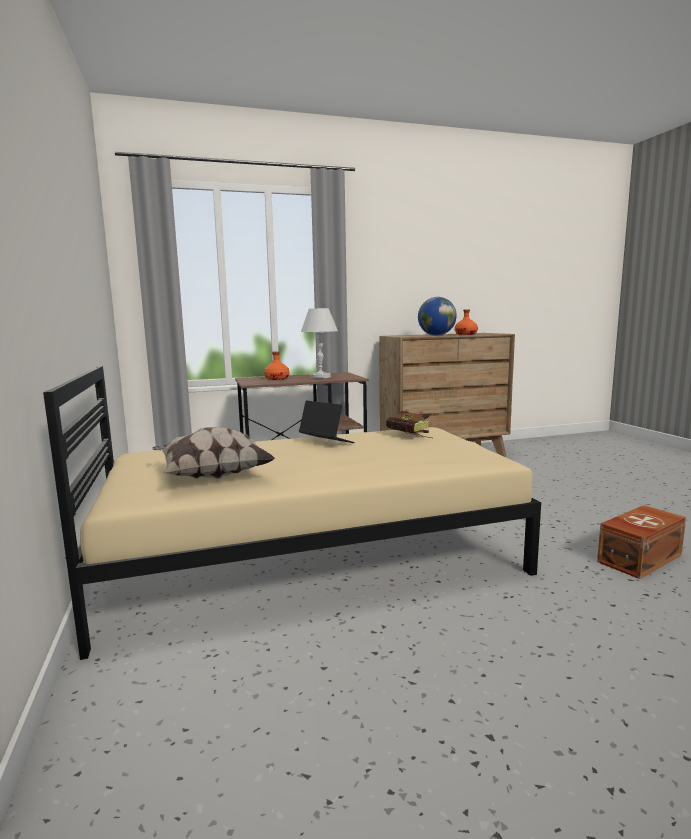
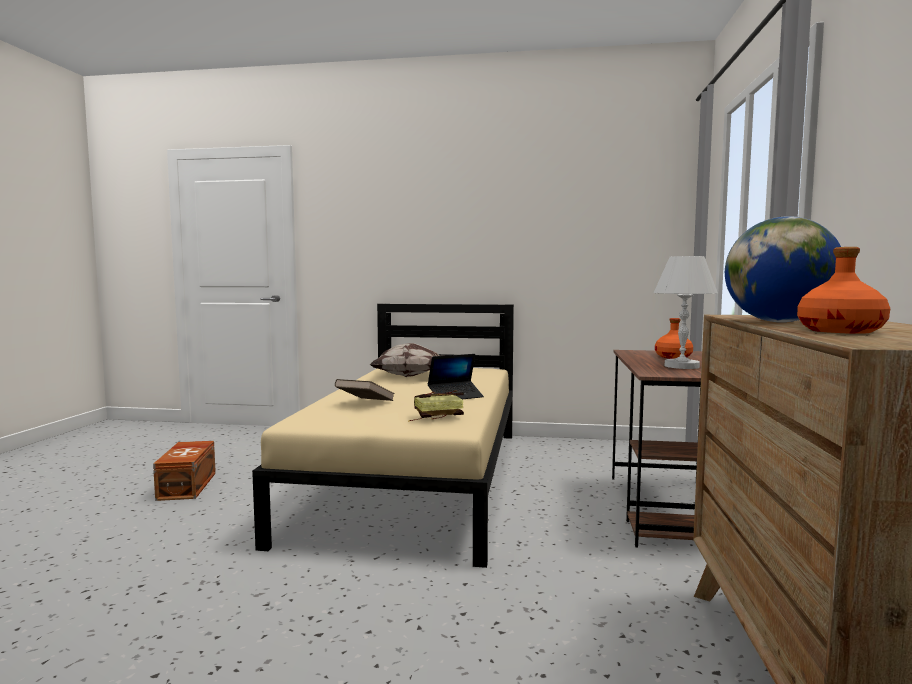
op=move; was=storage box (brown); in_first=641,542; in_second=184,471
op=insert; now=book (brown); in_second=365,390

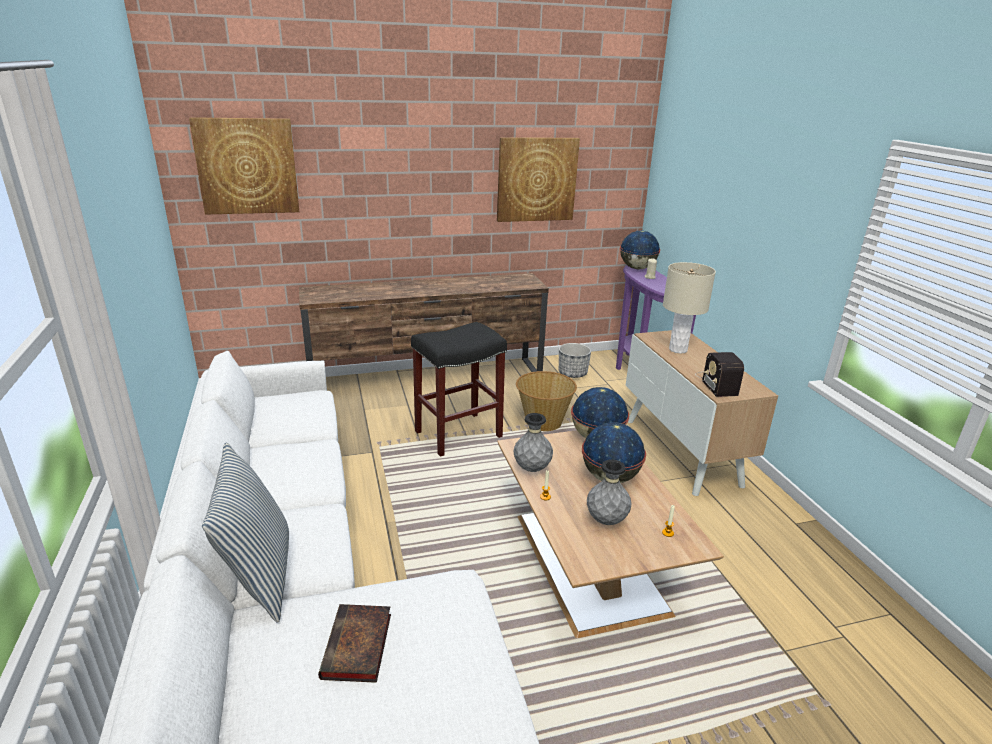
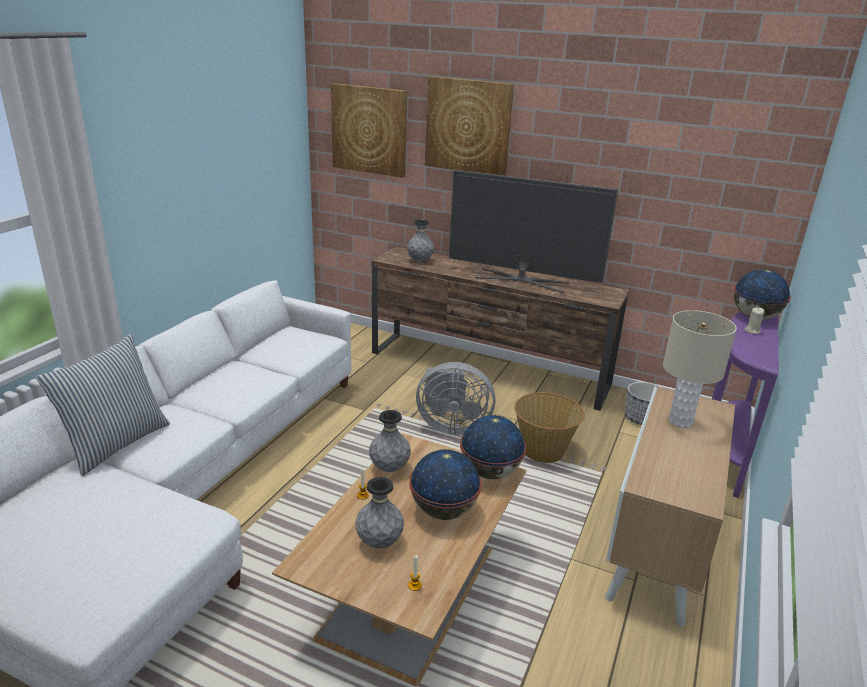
op=delete; was=book; in_first=354,643
op=replace; was=stool (black); now=fan (grey); in_first=459,389; in_second=455,398
op=move; was=picture; in_first=538,179; in_second=469,126
op=delete; was=radio; in_first=719,374
op=insert; now=vase (grey); in_second=420,241
op=insert; now=television; in_second=533,231

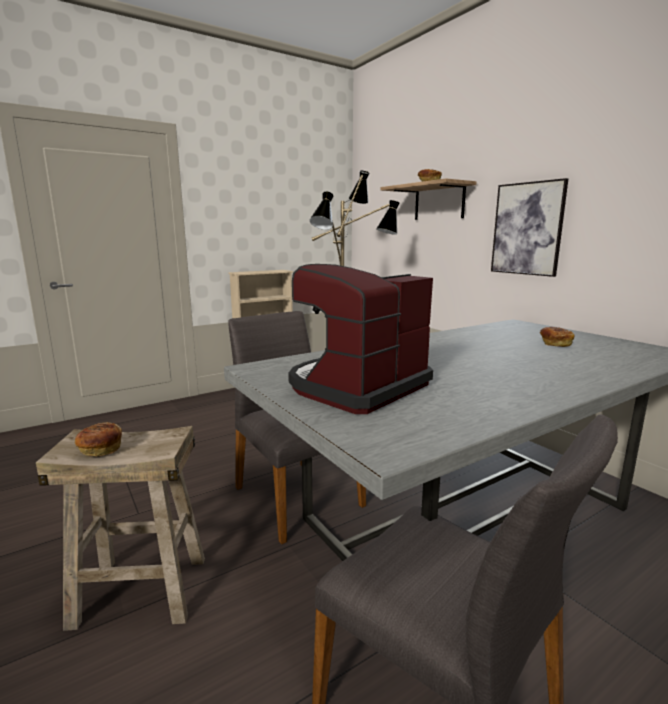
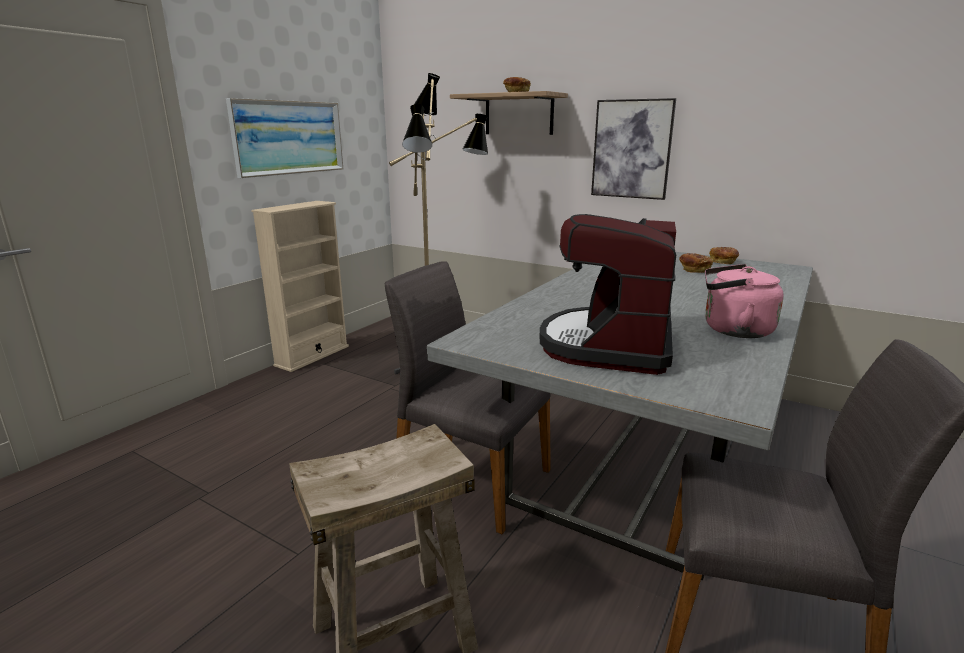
op=move; was=bread; in_first=98,439; in_second=724,255
op=insert; now=picture; in_second=284,138
op=insert; now=kettle (pink); in_second=744,301

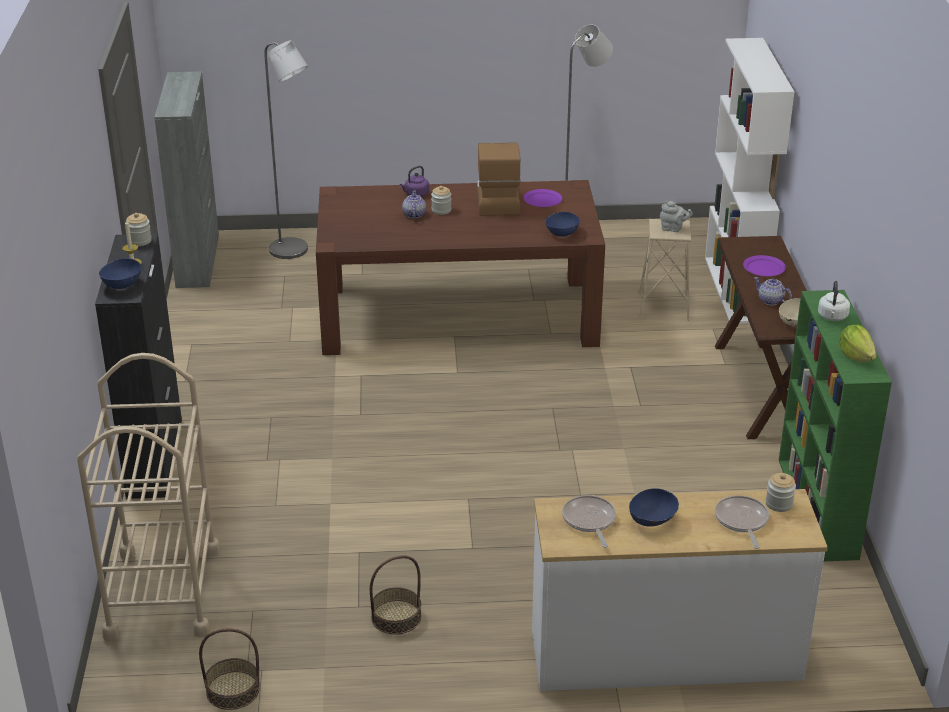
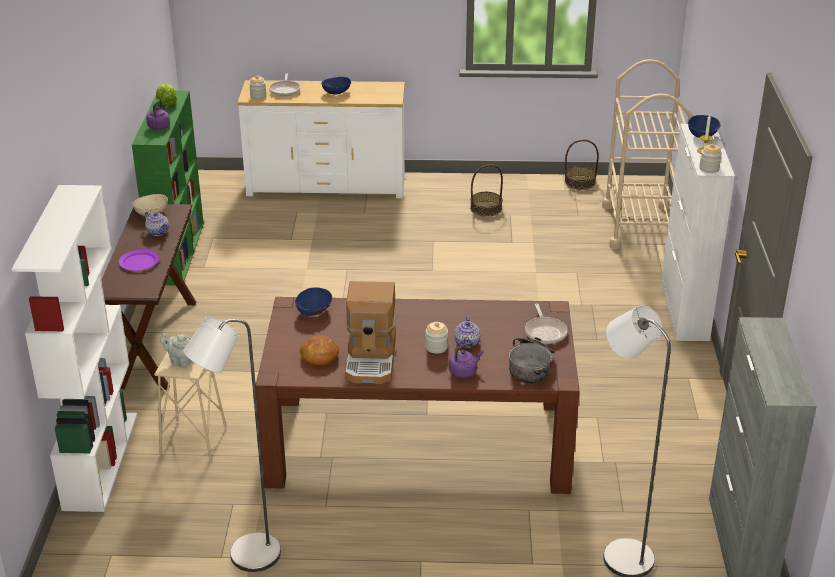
op=recolor; was=cabinet (black); now=cabinet (white); in_first=138,366; in_second=698,232
op=replace; was=plate (purple); now=bread; in_first=542,198; in_second=319,350
op=move; was=frying pan; in_first=589,521; in_second=546,323
op=recolor; was=kettle (white); now=kettle (purple); in_first=834,301; in_second=158,115
op=insert; now=cooking pot; in_second=532,360

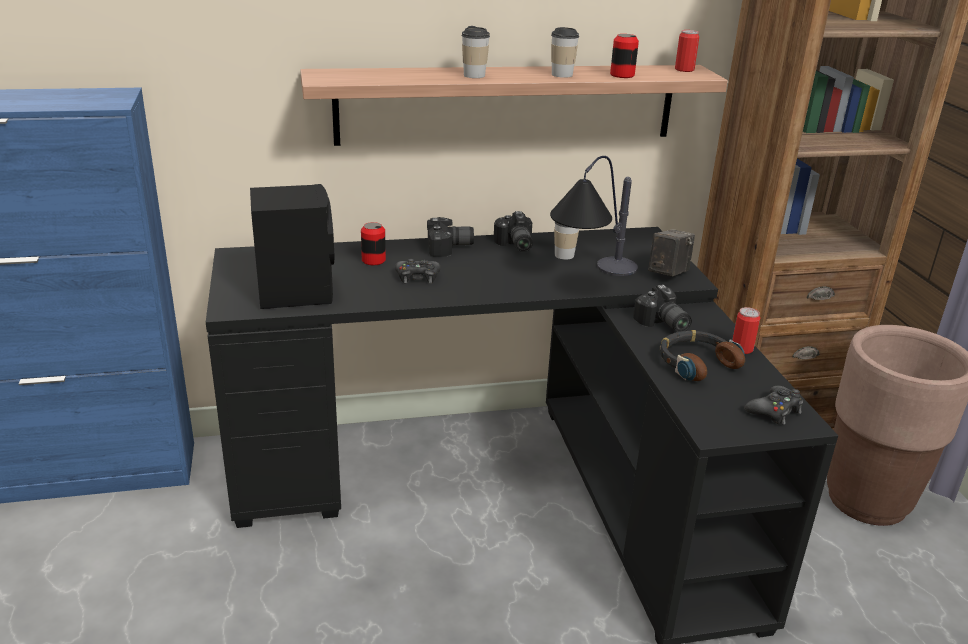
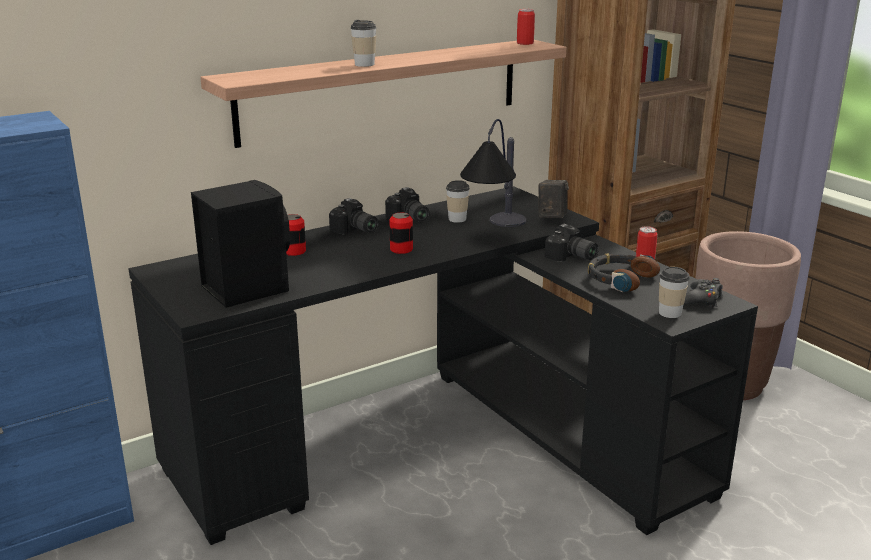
op=delete; was=game controller (black); in_first=417,271
op=rotate; was=photo camera; in_first=450,237; in_second=354,216; clockwise=75
op=move; was=cup; in_first=565,52; in_second=674,292
op=move; was=can; in_first=624,56; in_second=401,233

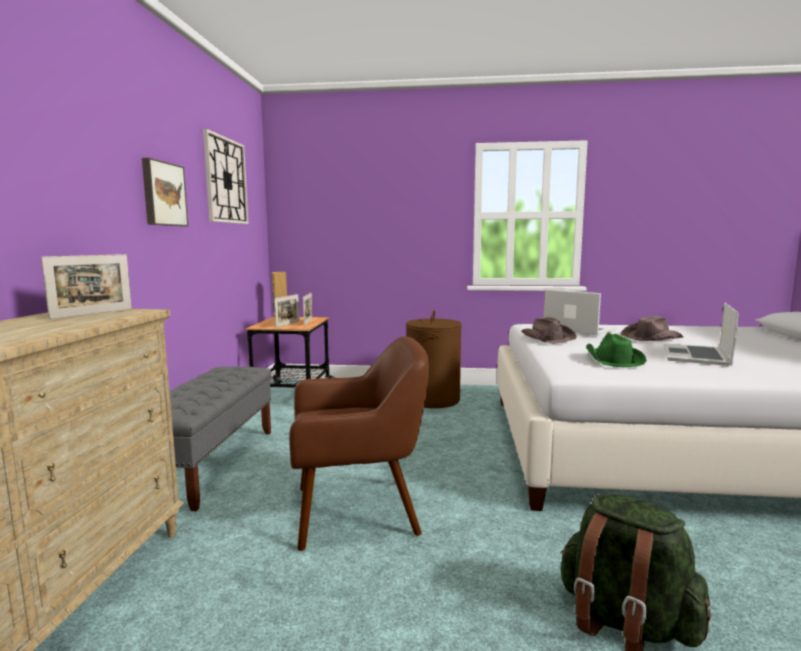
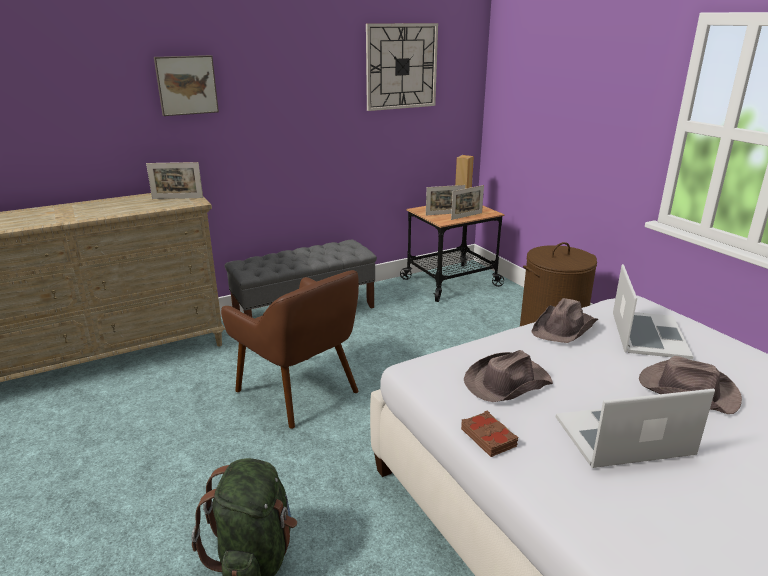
op=move; was=picture; in_first=165,192; in_second=186,85
op=recolor; was=hat (green); now=hat (brown); in_first=616,350; in_second=508,376
op=insert; now=book (brown); in_second=489,433

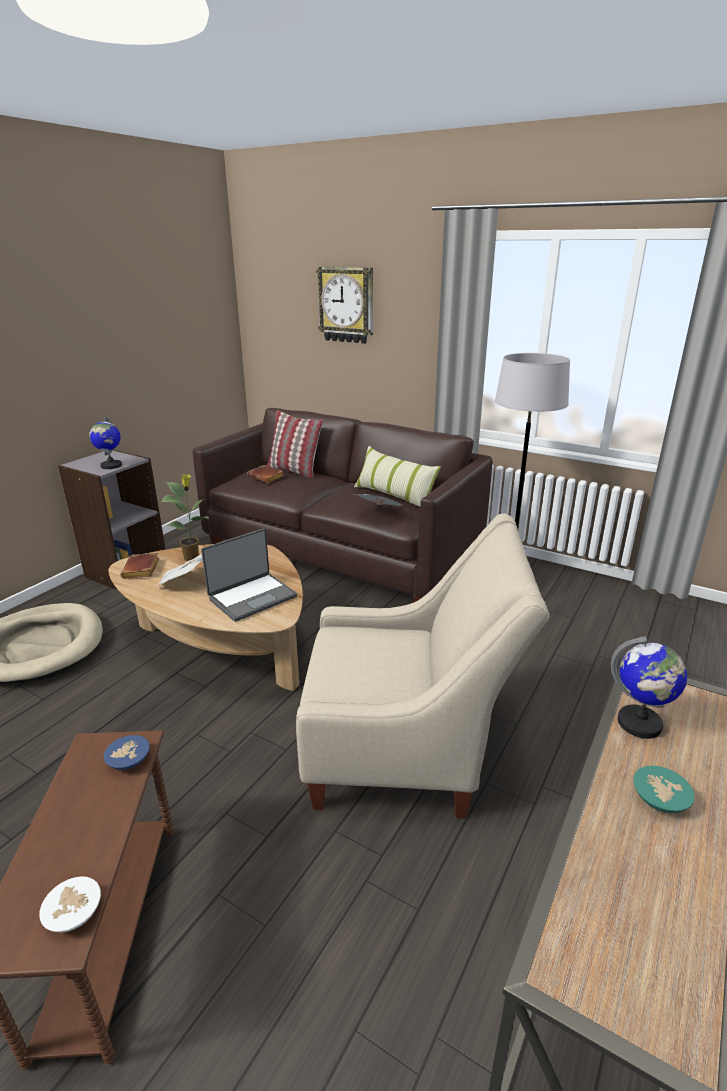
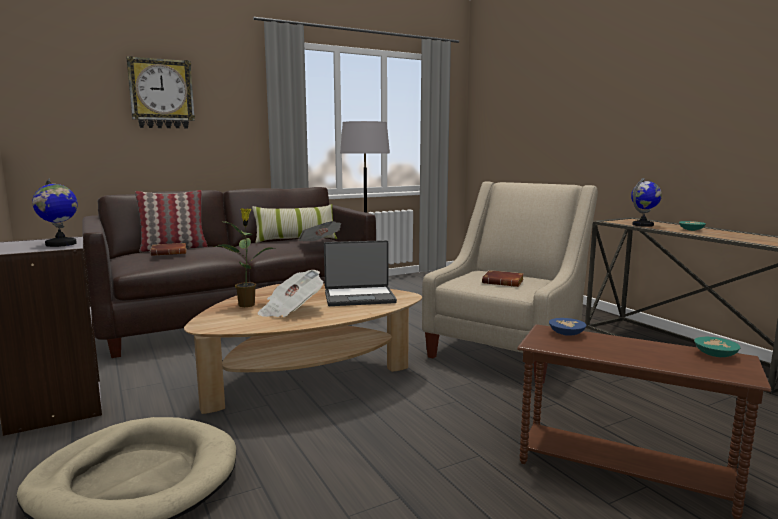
op=recolor; was=bowl (white); now=bowl (turquoise); in_first=70,904; in_second=717,347
op=move; was=book (brown); in_first=139,565; in_second=503,278
op=rotate; was=laptop; in_first=249,575; in_second=360,273; clockwise=90

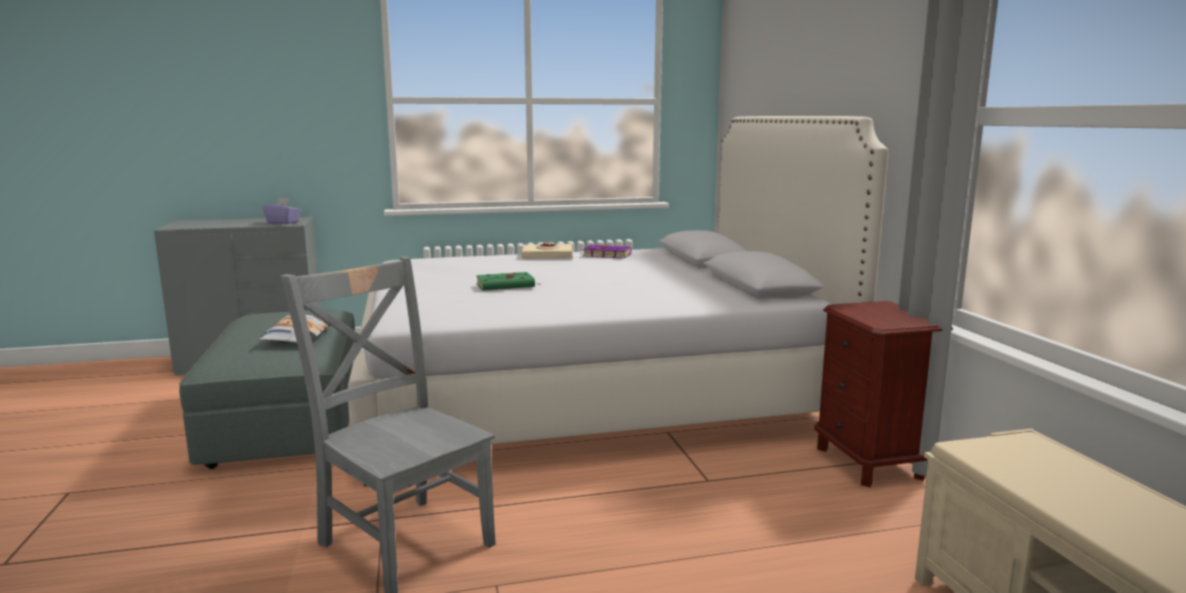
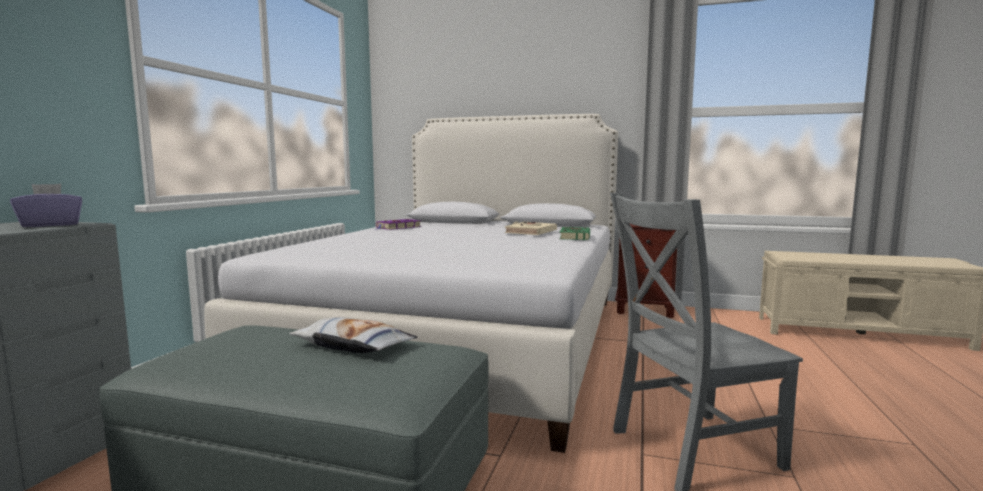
op=move; was=book (green); in_first=506,281; in_second=575,233
op=move; was=book (beige); in_first=547,250; in_second=530,228

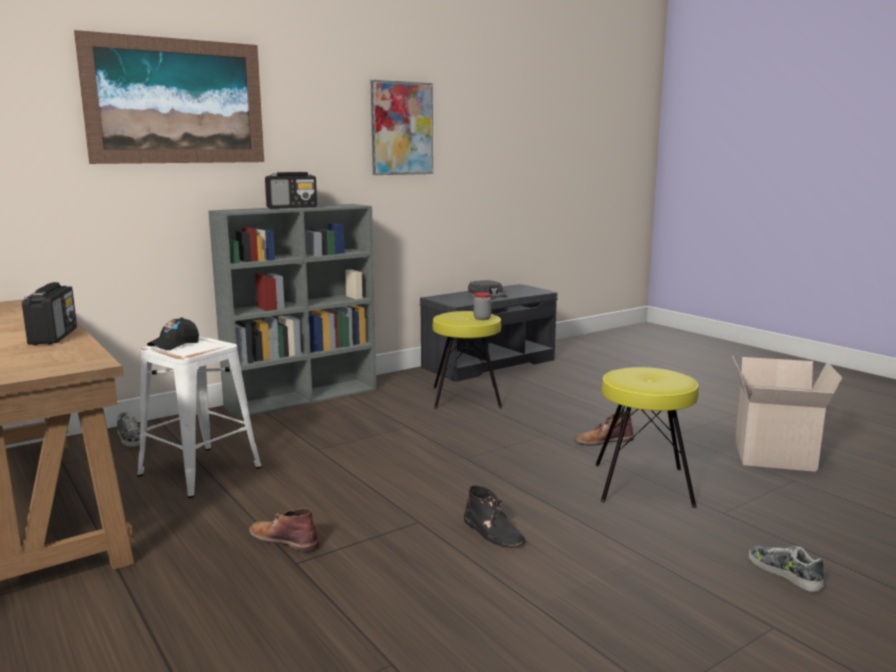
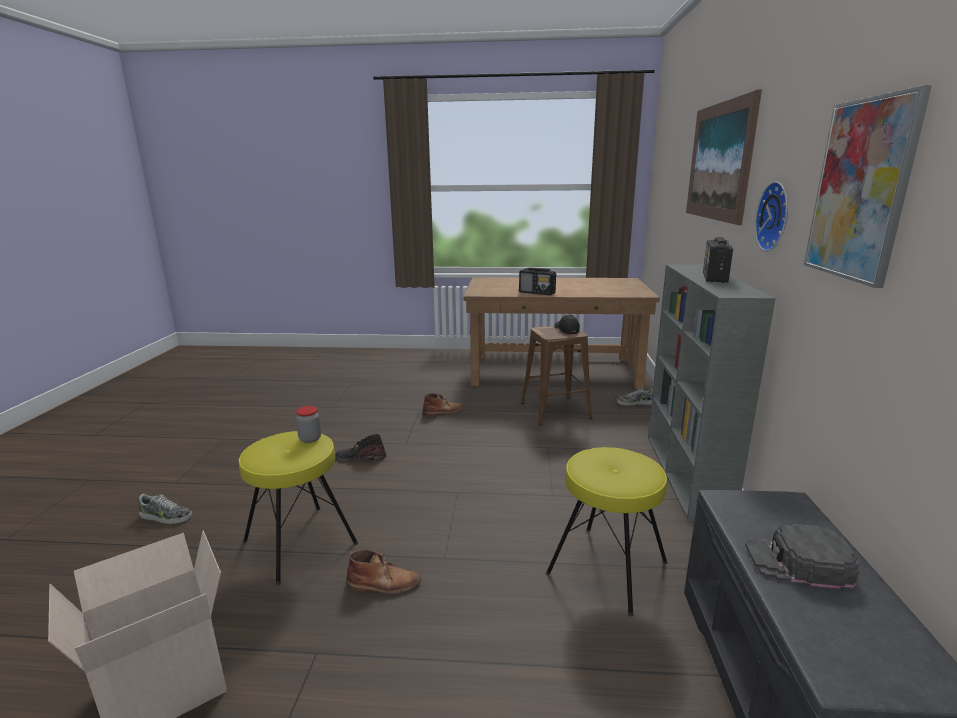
op=recolor; was=stool (white); now=stool (brown); in_first=199,417; in_second=556,376
op=move; was=jar; in_first=482,306; in_second=308,424
op=rotate; was=boot (brown); in_first=604,428; in_second=383,571; clockwise=60
op=insert; now=wall clock; in_second=771,216

